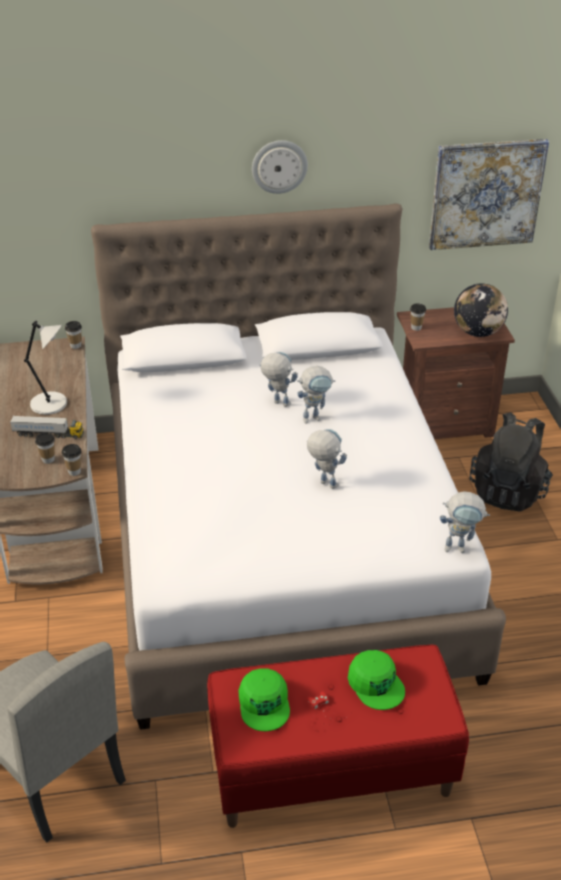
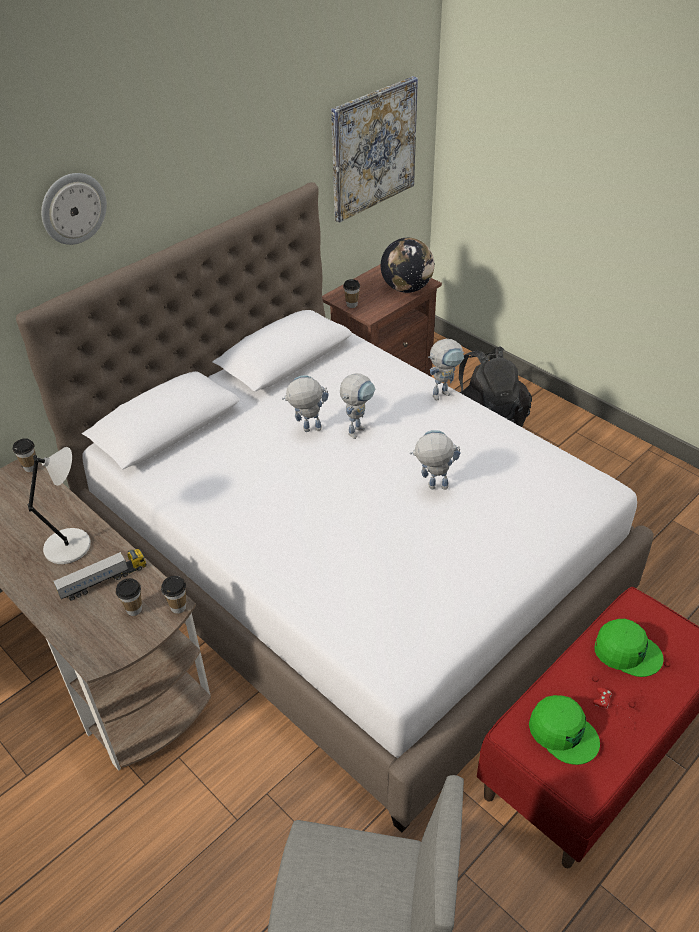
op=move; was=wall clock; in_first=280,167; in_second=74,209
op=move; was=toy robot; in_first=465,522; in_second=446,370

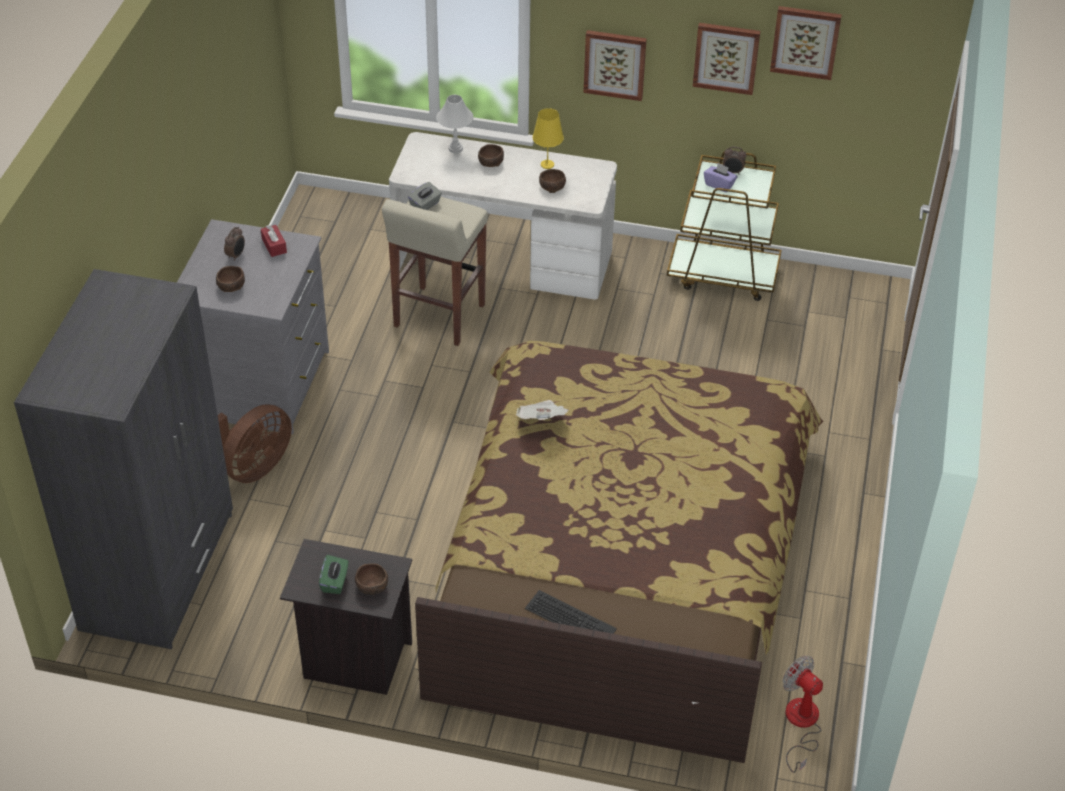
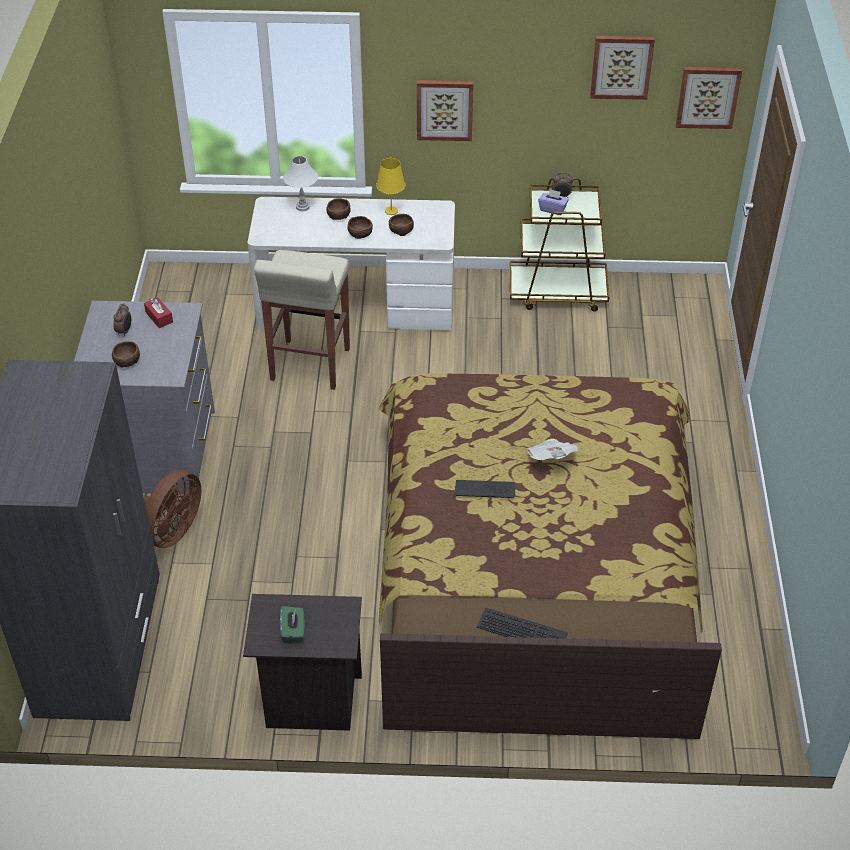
op=move; was=bowl (brown); in_first=371,579; in_second=360,227
op=delete; was=tissue box (grey); in_first=425,196
op=move; was=newspaper; in_first=542,410; in_second=552,449
op=move; was=picture; in_first=726,59; in_second=709,98
op=delete; was=fan; in_first=802,714
op=insert; now=keyboard; in_second=485,489

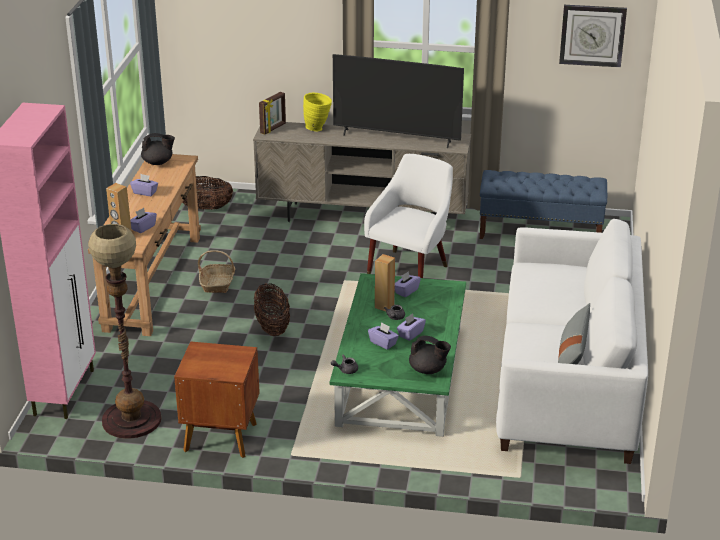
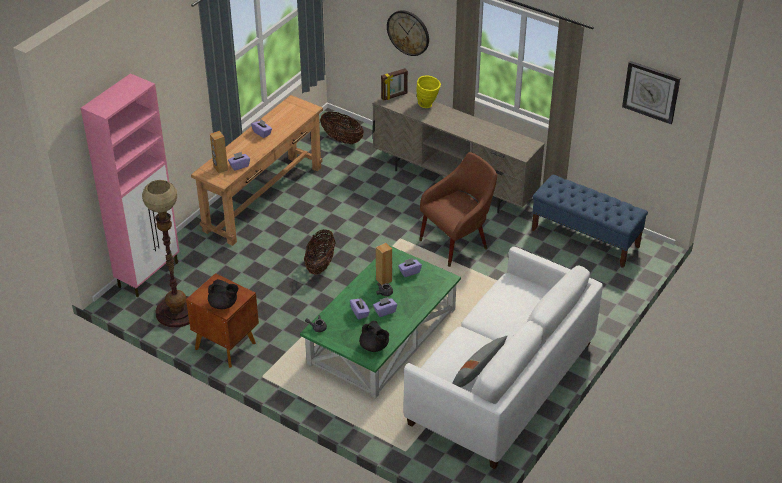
op=move; was=teapot (black); in_first=158,149; in_second=223,294
op=delete; was=basket; in_first=217,271
op=delete; was=television; in_first=398,101
op=recolor; was=armchair (white); now=armchair (brown); in_first=408,216; in_second=458,209
op=insert; now=wall clock; in_second=408,33

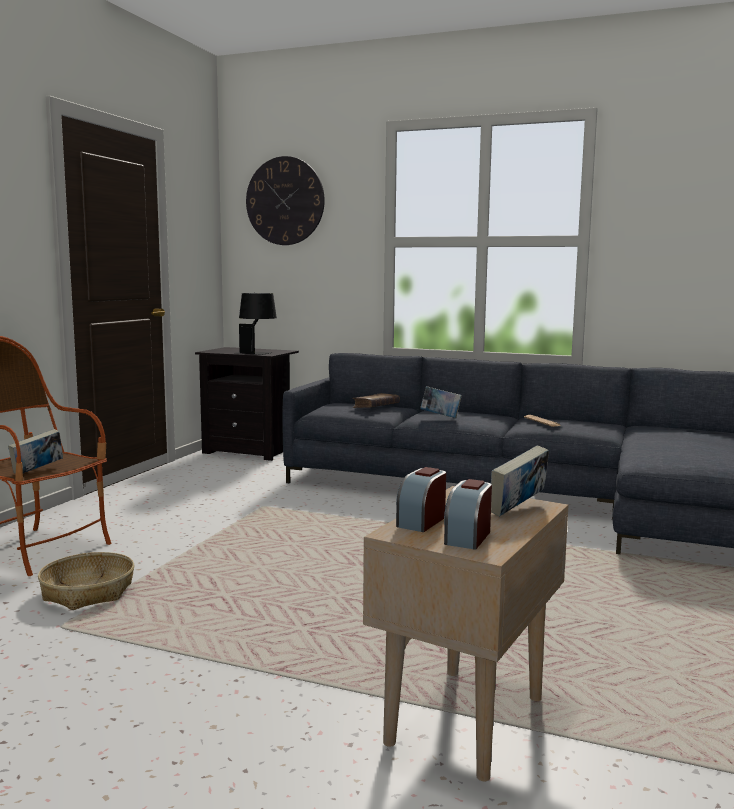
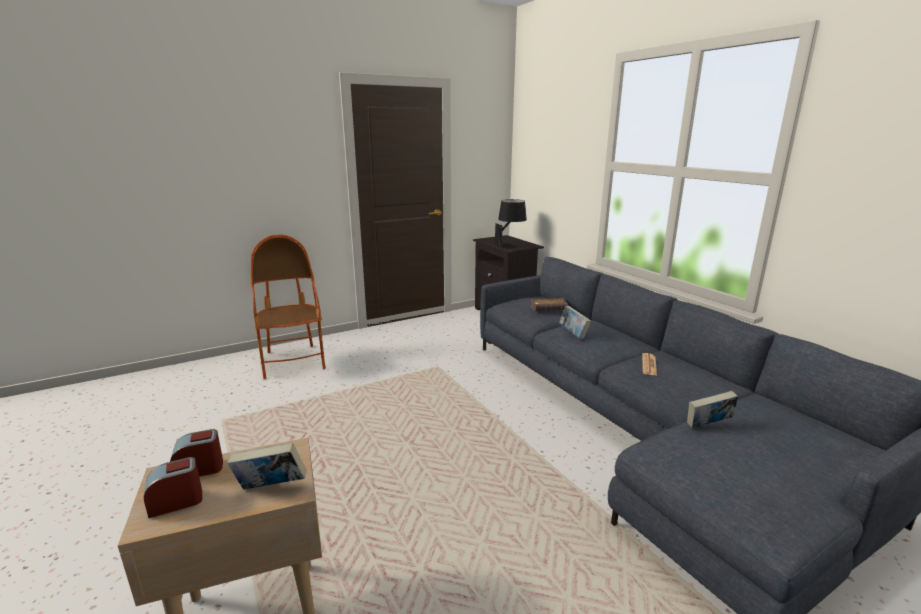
op=move; was=book; in_first=35,451; in_second=712,409
op=delete; was=basket; in_first=86,581
op=delete; was=wall clock; in_first=285,200

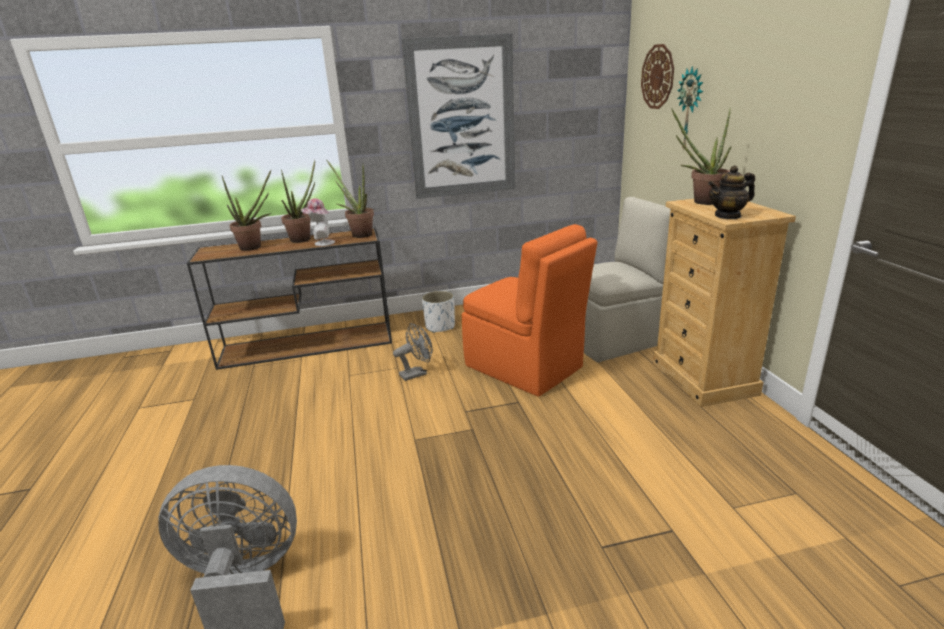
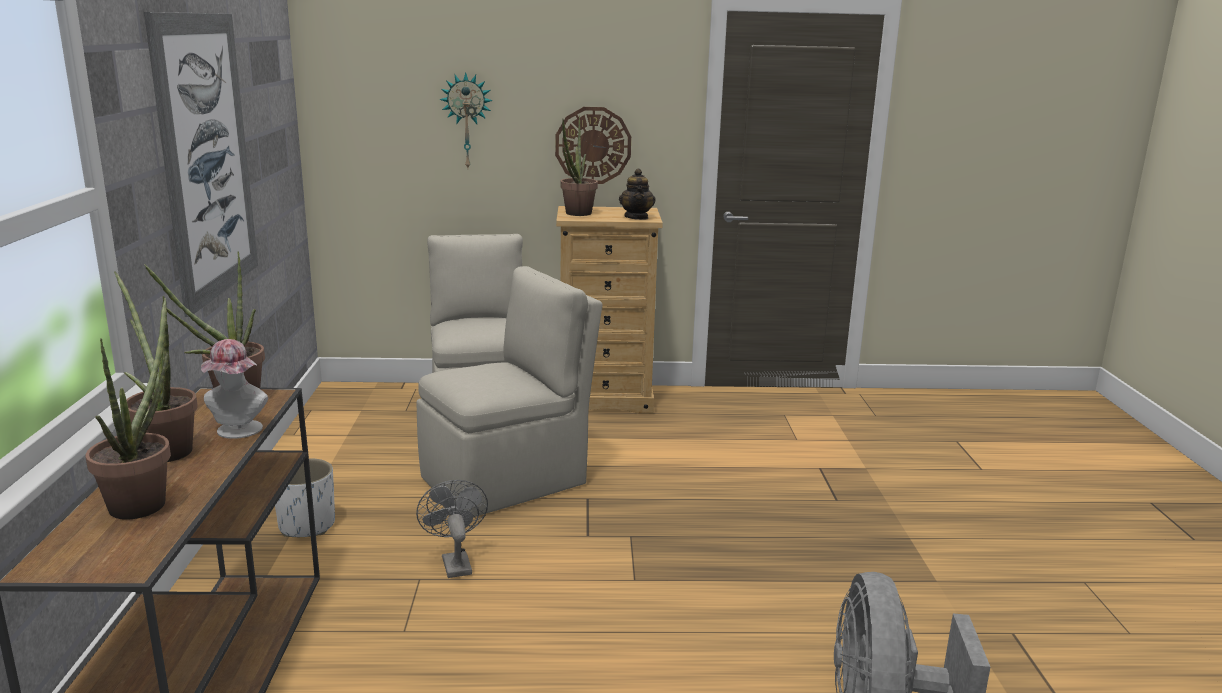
op=recolor; was=chair (orange); now=chair (beige); in_first=530,310; in_second=509,391
op=move; was=wall clock; in_first=657,76; in_second=593,145

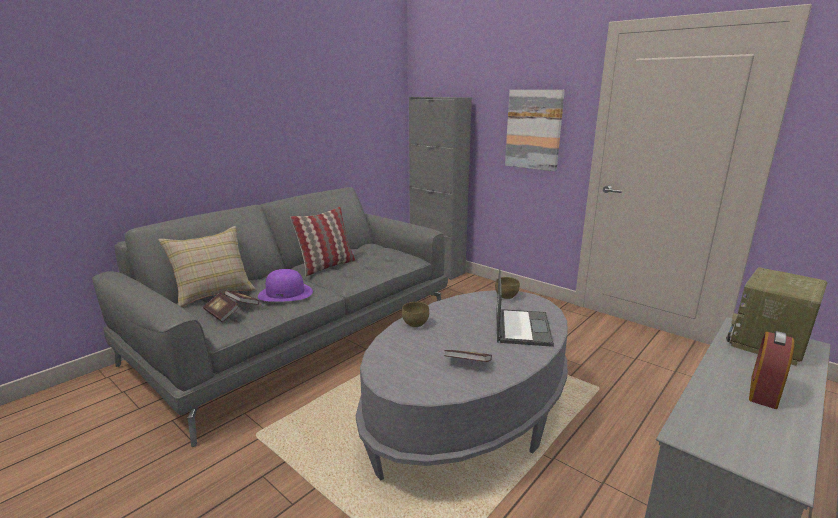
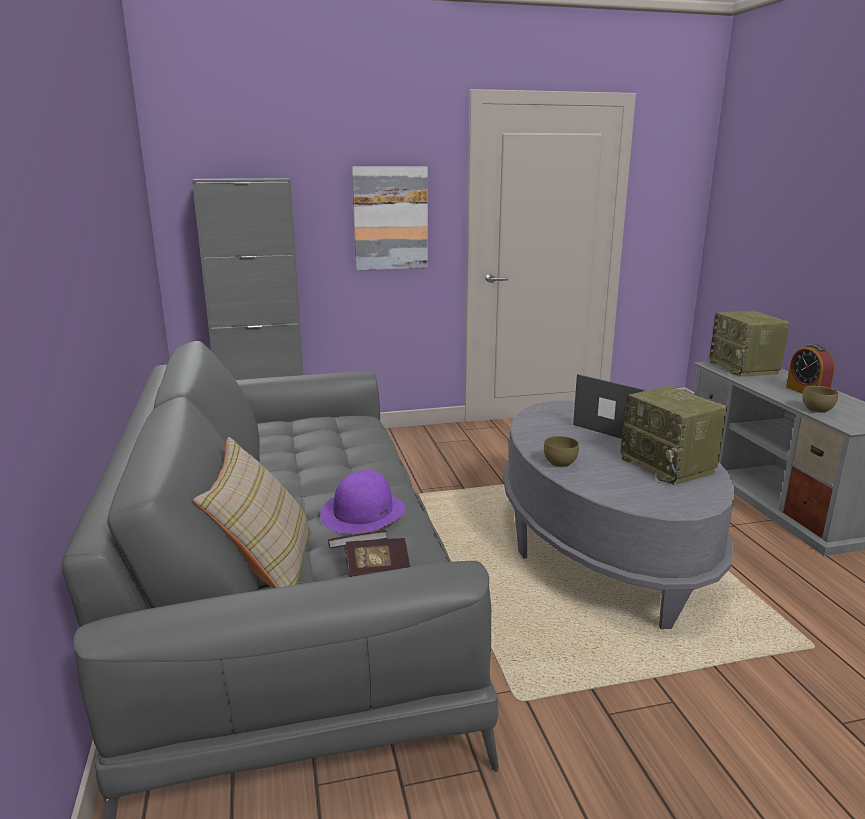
op=delete; was=pillow; in_first=322,241
op=replace; was=book; now=radio; in_first=468,356; in_second=674,435
op=move; was=bowl (brown); in_first=507,288; in_second=820,399

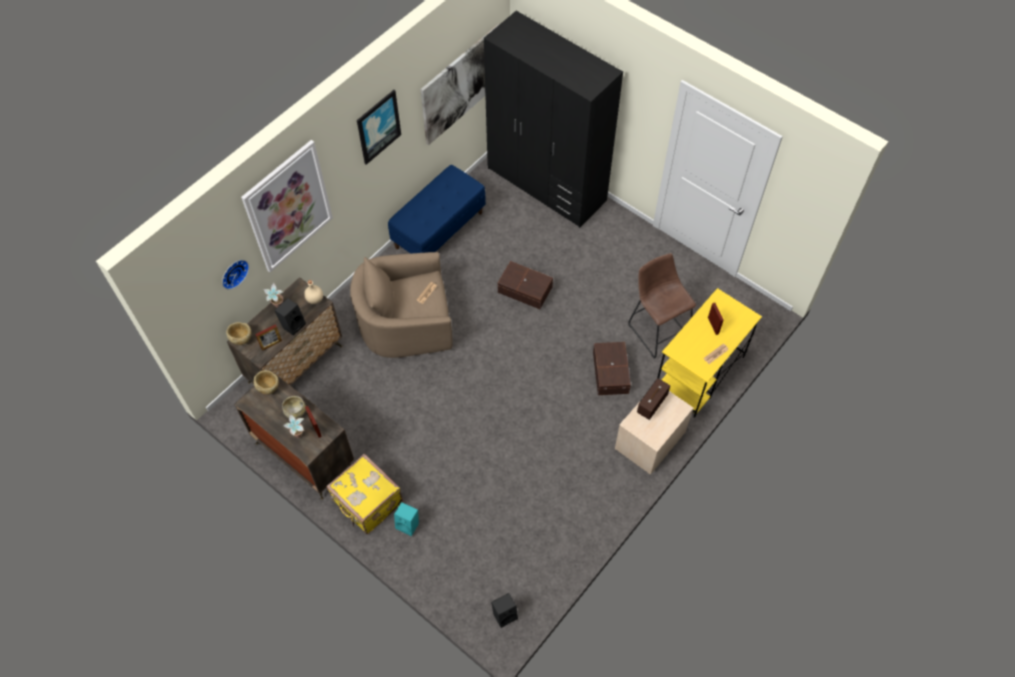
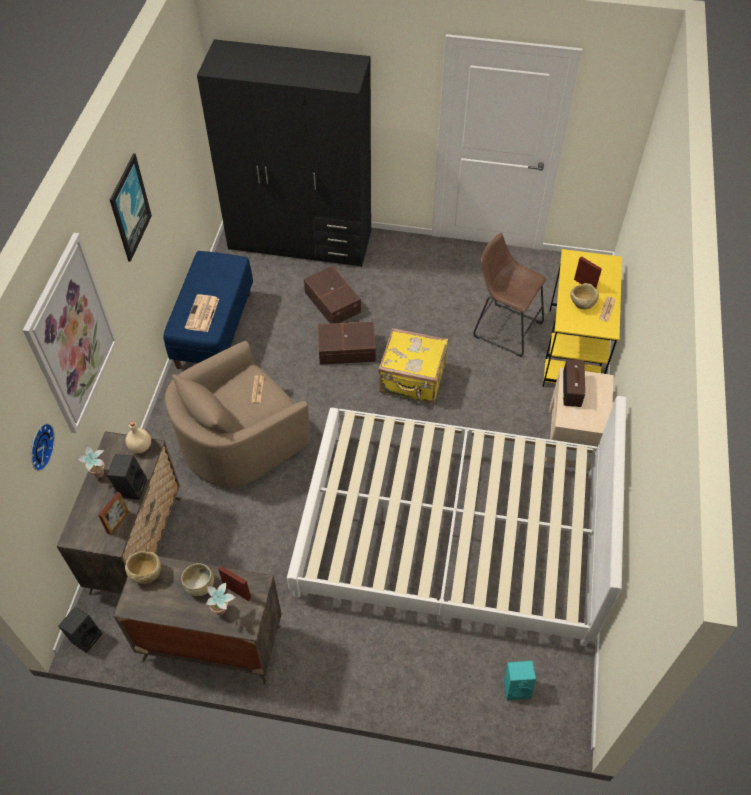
op=move; was=bowl (beige); in_first=238,333; in_second=584,296
op=move; was=suitcase (yellow); in_first=364,494; in_second=413,365
op=move; was=speaker (turquoise); in_first=406,519; in_second=520,680
op=delete; was=picture; in_first=460,84
op=move; was=speaker (black); in_first=504,610; in_second=80,630
op=move; was=storage box (brown); in_first=612,368; in_second=332,295
op=insert; now=newspaper; in_second=202,313
op=insert; now=bed (white); in_second=456,521

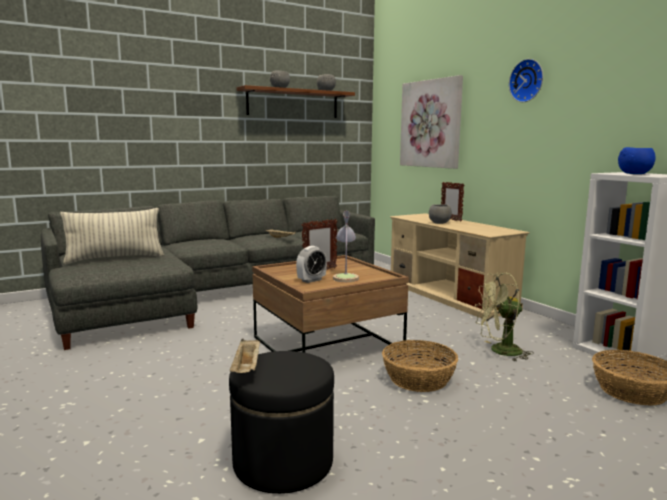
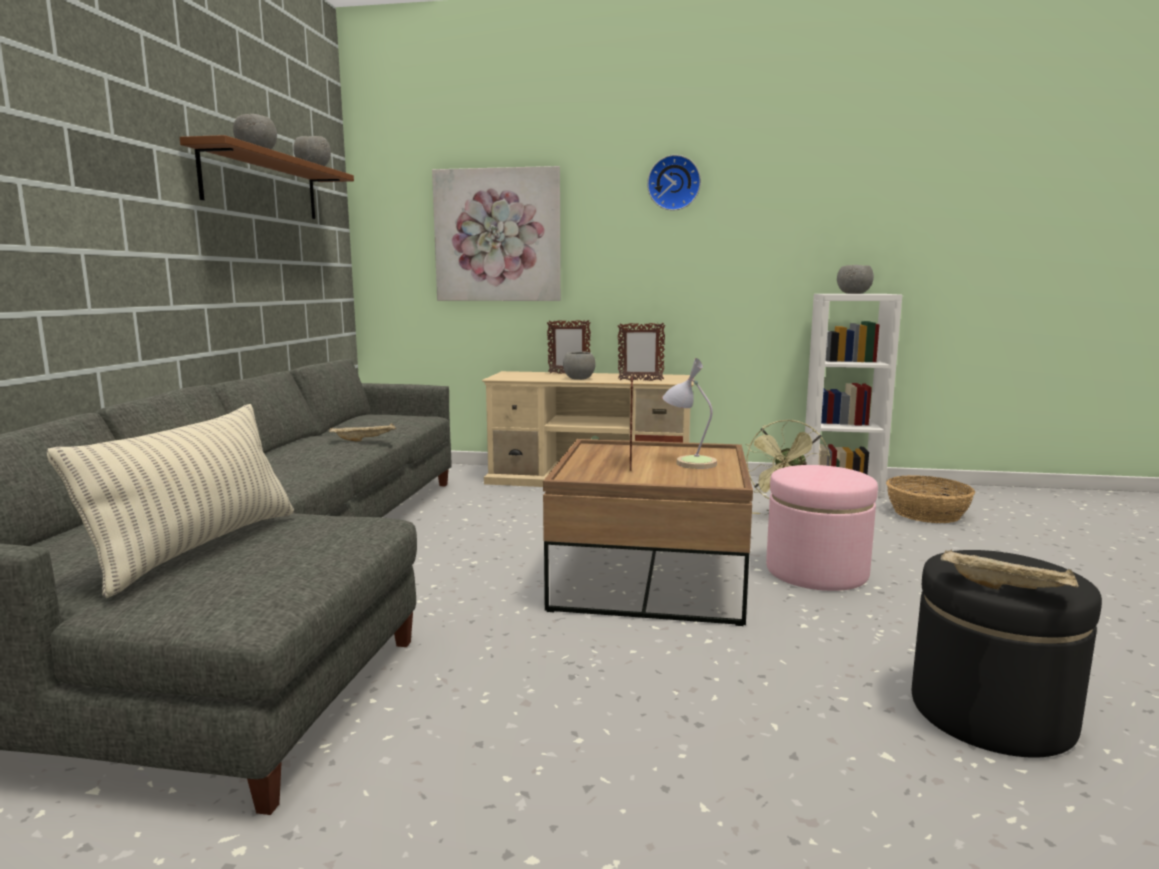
op=delete; was=alarm clock; in_first=311,264
op=replace; was=basket; now=ottoman (pink); in_first=420,366; in_second=822,528
op=recolor; was=bowl (blue); now=bowl (grey); in_first=637,160; in_second=855,279
op=insert; now=picture frame; in_second=641,352

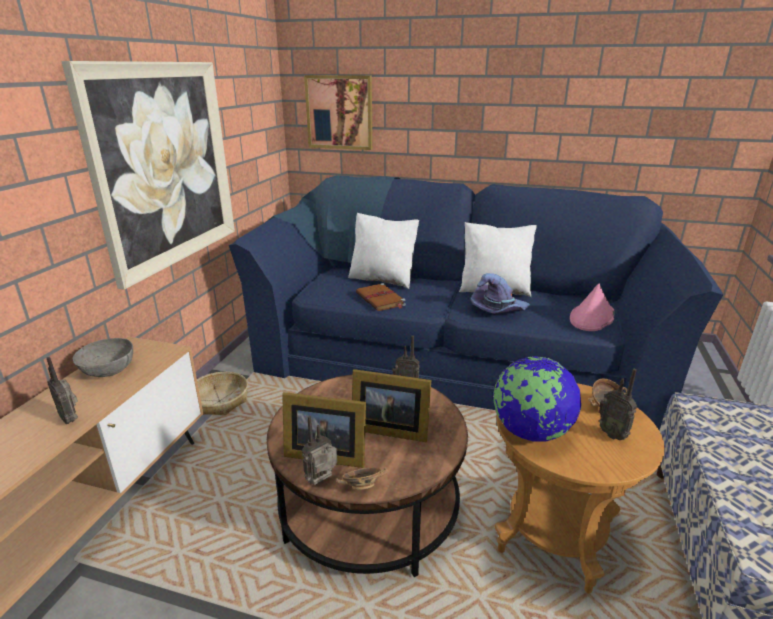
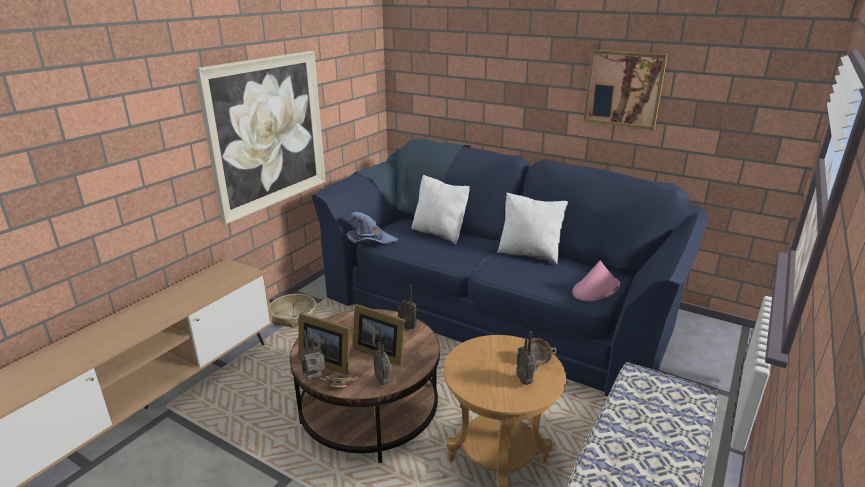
op=move; was=radio; in_first=62,390; in_second=382,360
op=delete; was=bowl (grey); in_first=103,357
op=move; was=picture; in_first=338,112; in_second=625,90
op=delete; was=book (brown); in_first=381,297
op=move; was=hat (purple); in_first=500,293; in_second=372,228
op=delete; was=globe; in_first=537,399

